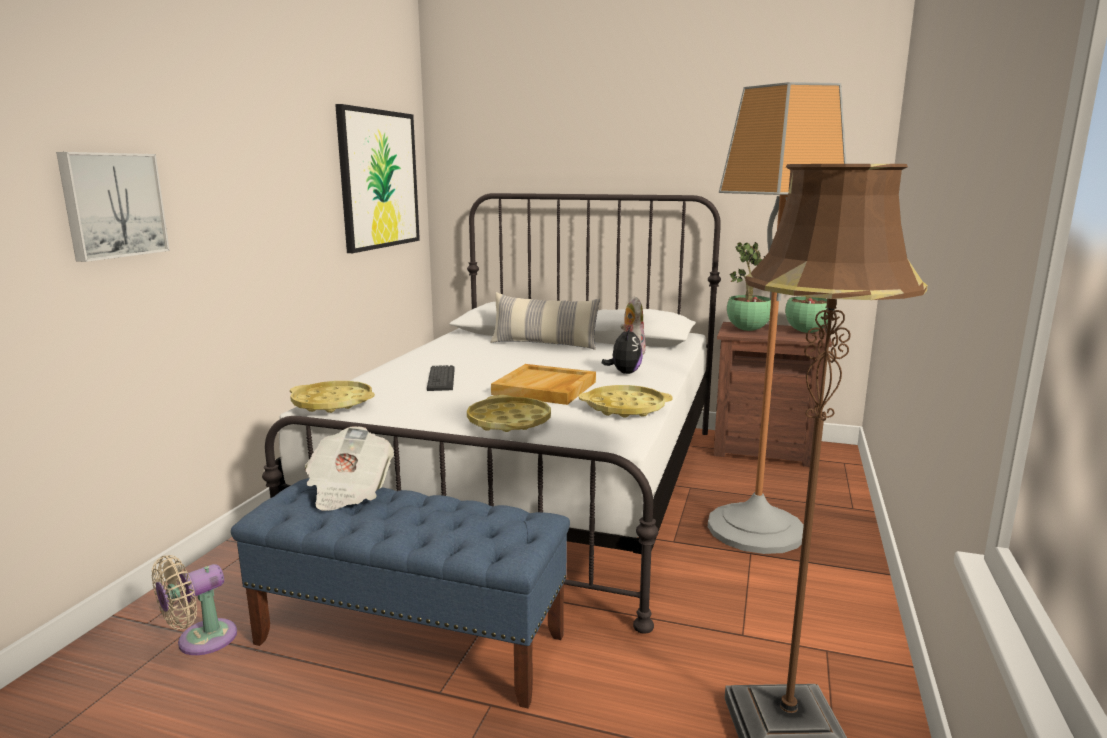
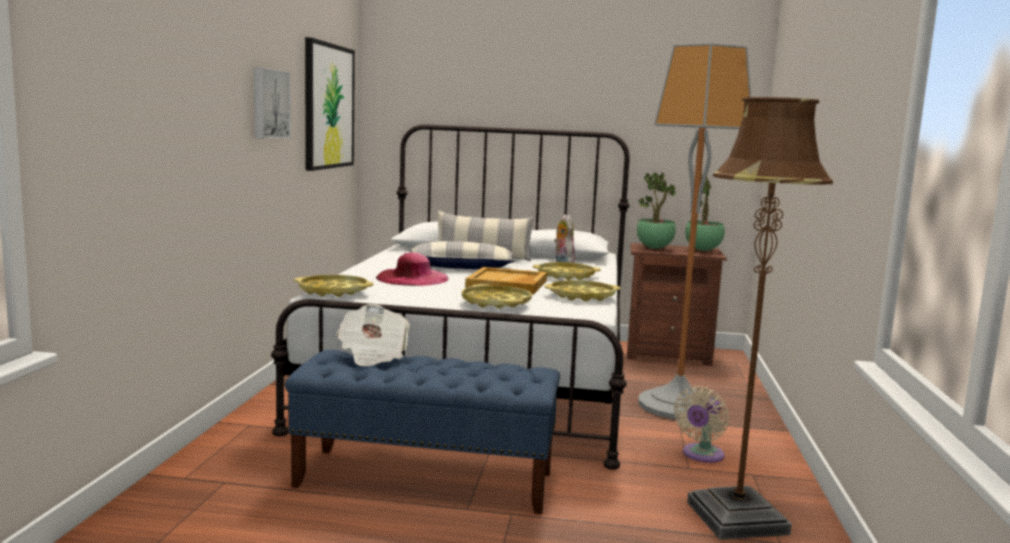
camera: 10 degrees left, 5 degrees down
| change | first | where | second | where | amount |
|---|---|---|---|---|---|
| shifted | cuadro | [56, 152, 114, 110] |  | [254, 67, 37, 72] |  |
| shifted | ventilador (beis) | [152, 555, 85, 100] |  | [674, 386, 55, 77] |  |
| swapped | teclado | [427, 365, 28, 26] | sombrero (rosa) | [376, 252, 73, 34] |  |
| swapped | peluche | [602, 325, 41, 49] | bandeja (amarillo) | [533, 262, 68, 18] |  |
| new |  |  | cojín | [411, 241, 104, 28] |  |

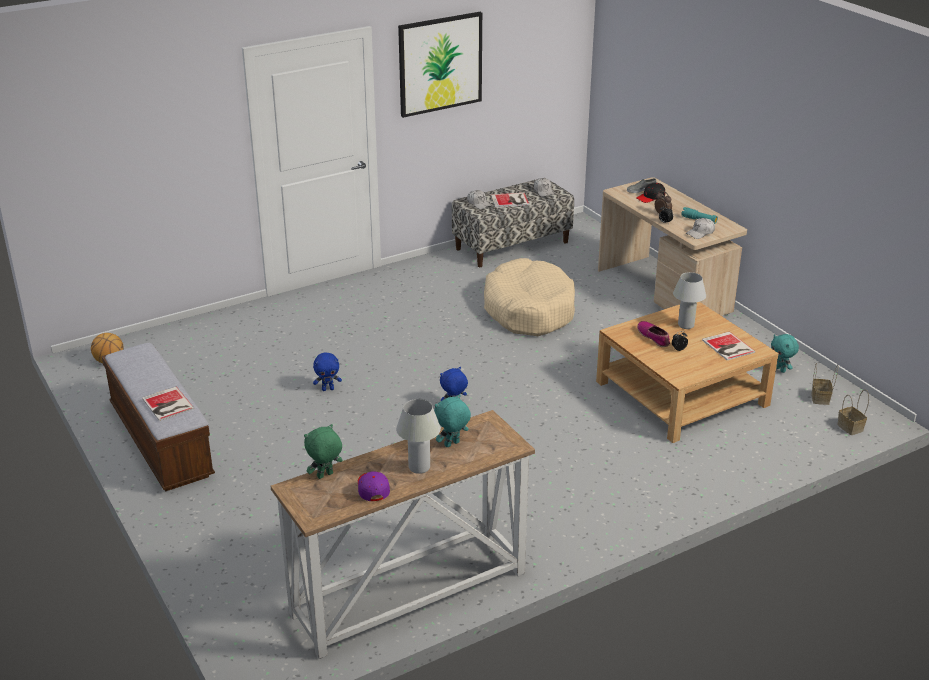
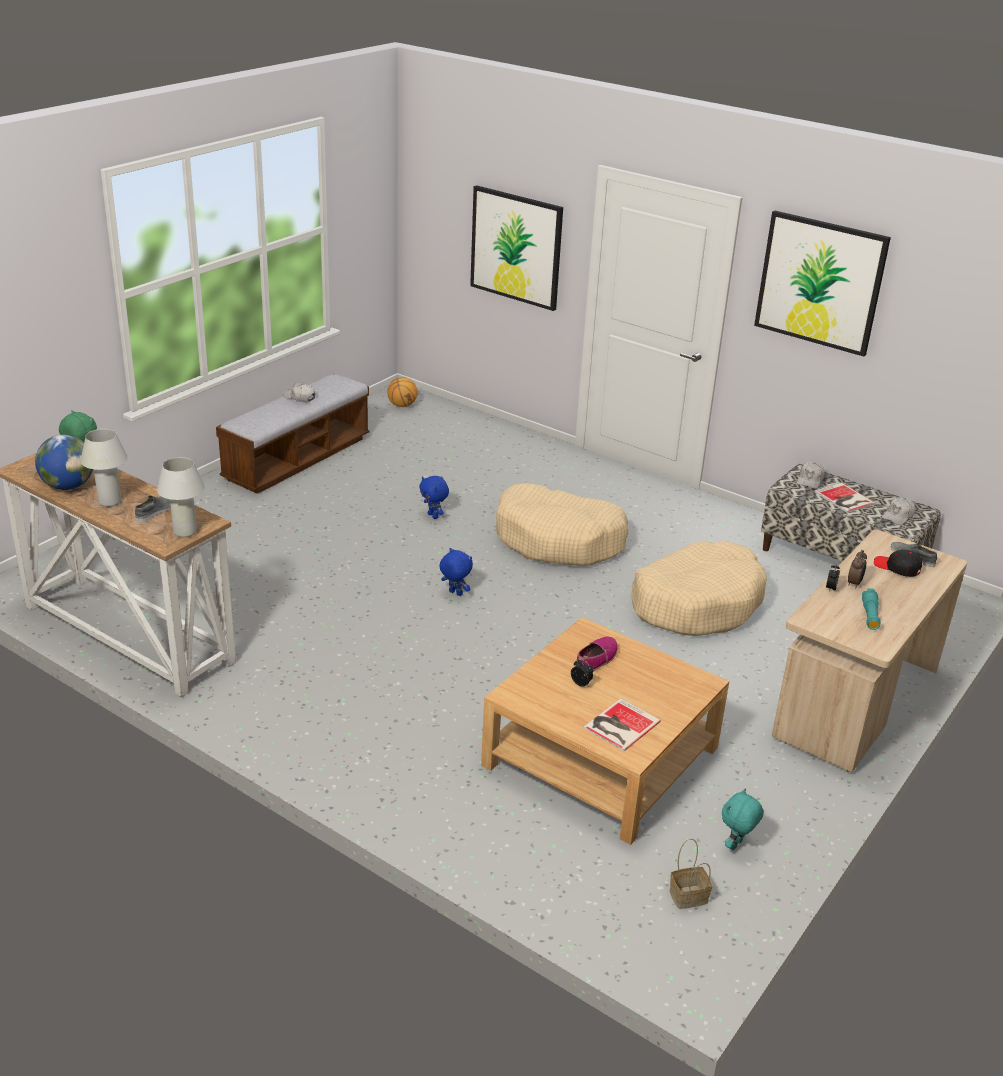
camera: 65 degrees right, 0 degrees up
| change | first | where | second | where | amount |
|---|---|---|---|---|---|
| gone | libro | [142, 386, 52, 35] |  |  |  |
| swapped | gorra (morado) | [358, 471, 32, 30] | globo terráqueo | [35, 434, 58, 56] |  |
| swapped | peluche (turquesa) | [434, 394, 37, 53] | zapato (gris) | [135, 495, 36, 27] |  |
| shifted | lámpara de mesa (blanco) | [673, 272, 33, 57] |  | [157, 457, 48, 80] |  |
| shifted | gorra (blanco) | [686, 218, 29, 21] |  | [284, 382, 31, 20] |  |
| gone | cesta | [837, 390, 32, 45] |  |  |  |
| new |  |  | cuadro | [470, 185, 93, 126] |  |
| new |  |  | cama para perro (beis) | [496, 483, 133, 83] |  |

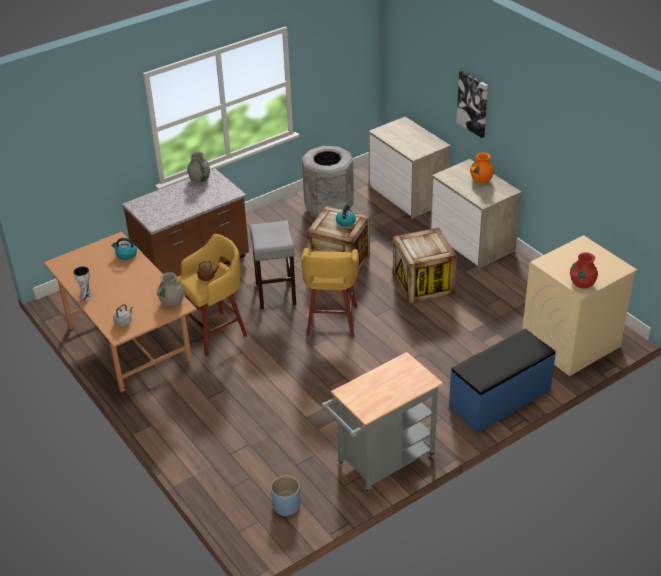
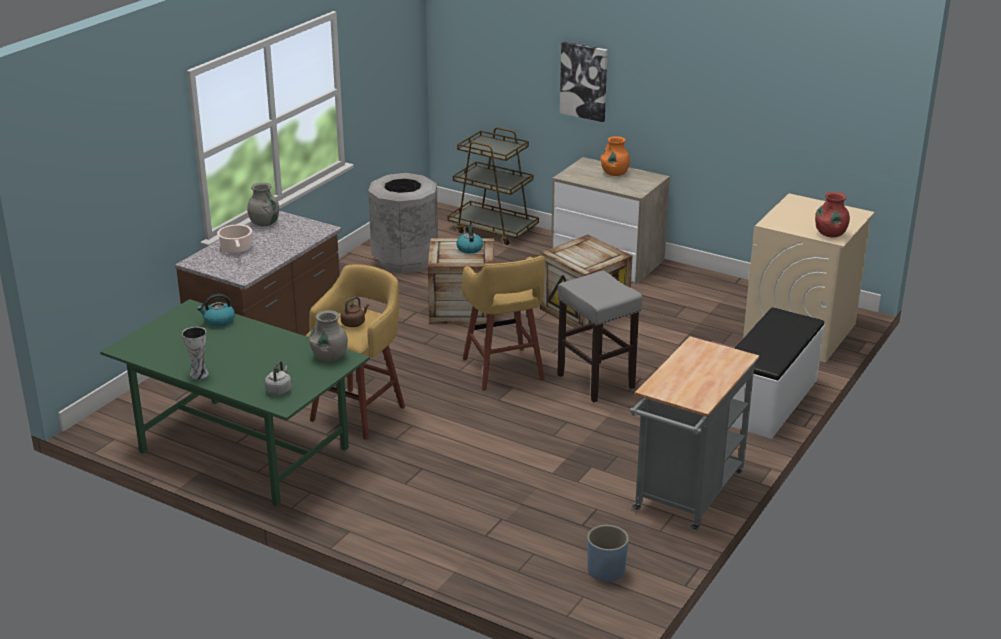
camera: 25 degrees left, 10 degrees down
| change | first | where | second | where | amount |
|---|---|---|---|---|---|
| repainted | mesa de comedor (marrón) | [44, 232, 153, 160] | mesa de comedor (verde) | [100, 299, 270, 207] |  |
| shifted | taburete (gris) | [249, 220, 47, 89] |  | [557, 270, 85, 132] |  |
| swapped | cómoda | [368, 117, 83, 102] | carrito (marrón) | [447, 127, 92, 118] |  |
| repainted | banco (azul) | [449, 329, 107, 104] | banco (blanco) | [731, 307, 94, 132] |  |
| new |  |  | olla | [217, 224, 35, 30] |  |

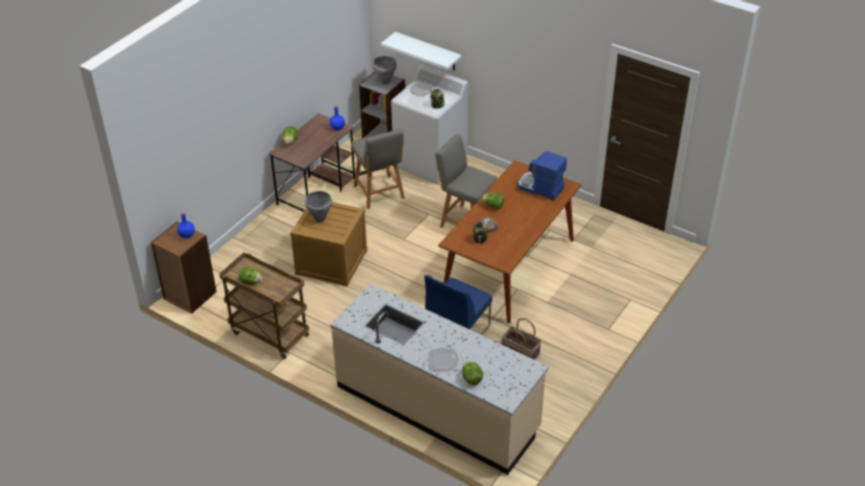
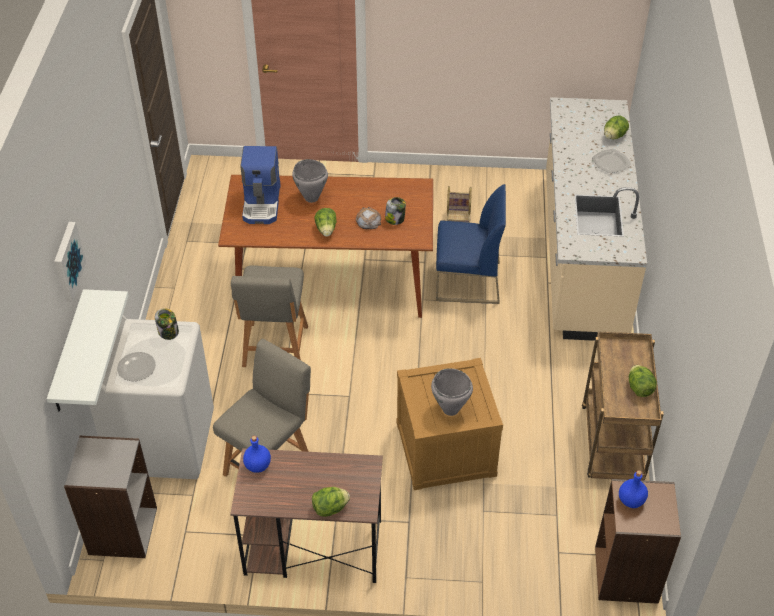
camera: 120 degrees left, 5 degrees up
| change | first | where | second | where | amount |
|---|---|---|---|---|---|
| shifted | olla (gris) | [373, 56, 24, 29] |  | [292, 159, 36, 44] |  |
| new |  |  | cuadro | [54, 222, 32, 80] |  |

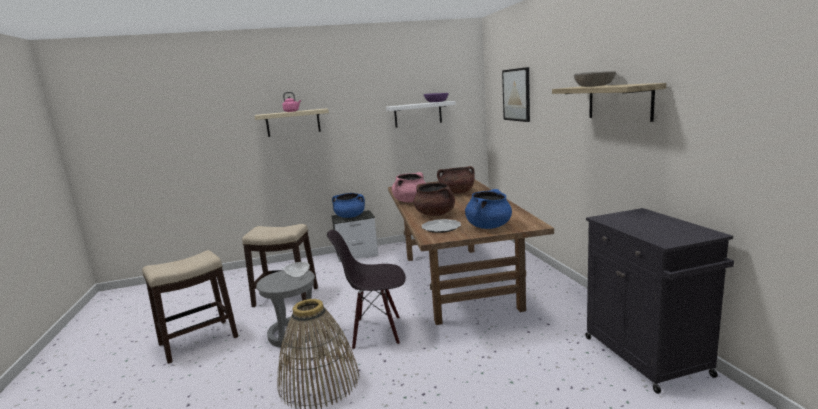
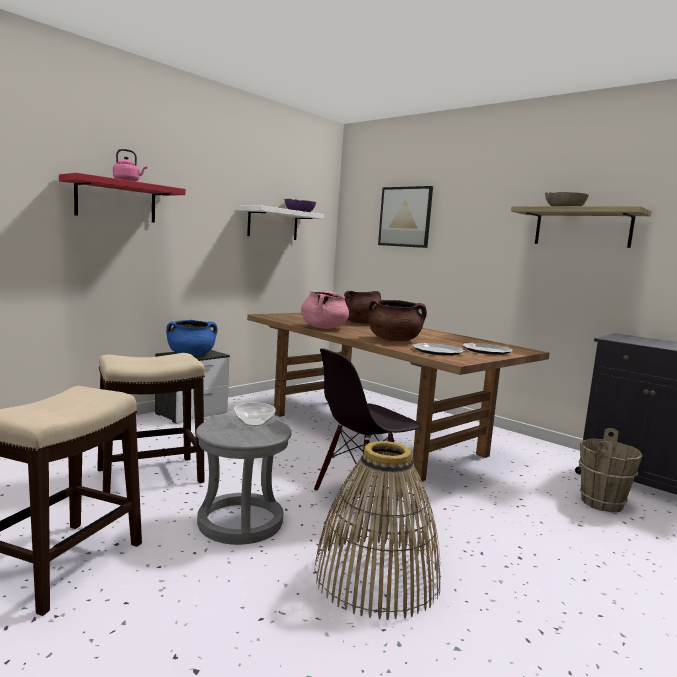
camera: 35 degrees left, 5 degrees down
| change | first | where | second | where | amount |
|---|---|---|---|---|---|
| repainted | estante (beis) | [255, 109, 74, 28] | estante (rojo) | [59, 173, 127, 50] |  |
| swapped | olla (azul) | [465, 189, 47, 40] | plato | [462, 343, 51, 12] |  |
| new |  |  | cubo (marrón) | [578, 428, 65, 85] |  |

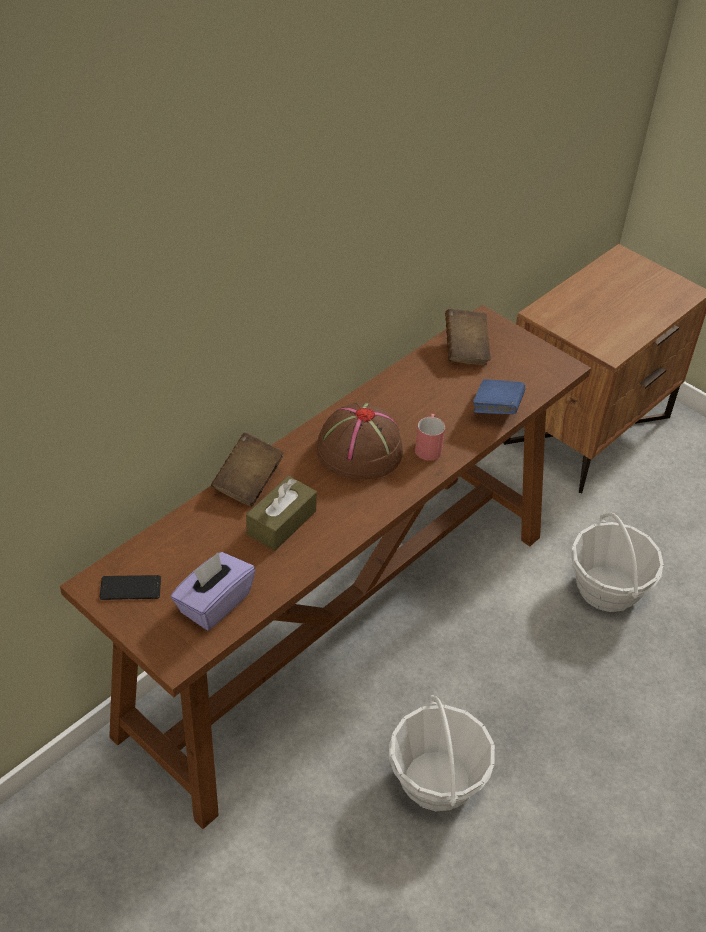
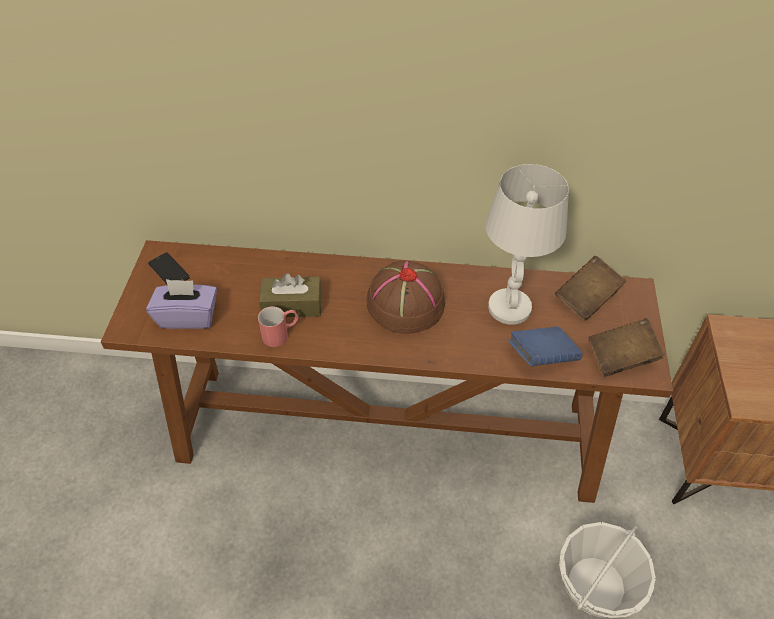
camera: 55 degrees right, 5 degrees up
| change | first | where | second | where | amount |
|---|---|---|---|---|---|
| shifted | libro (marrón) | [211, 433, 73, 74] |  | [588, 318, 77, 58] |  |
| gone | cesta | [389, 695, 106, 116] |  |  |  |
| shifted | taza grande (rojo) | [415, 414, 30, 47] |  | [258, 306, 41, 41] |  |
| new |  |  | lámpara de mesa (blanco) | [485, 164, 84, 161] |  |

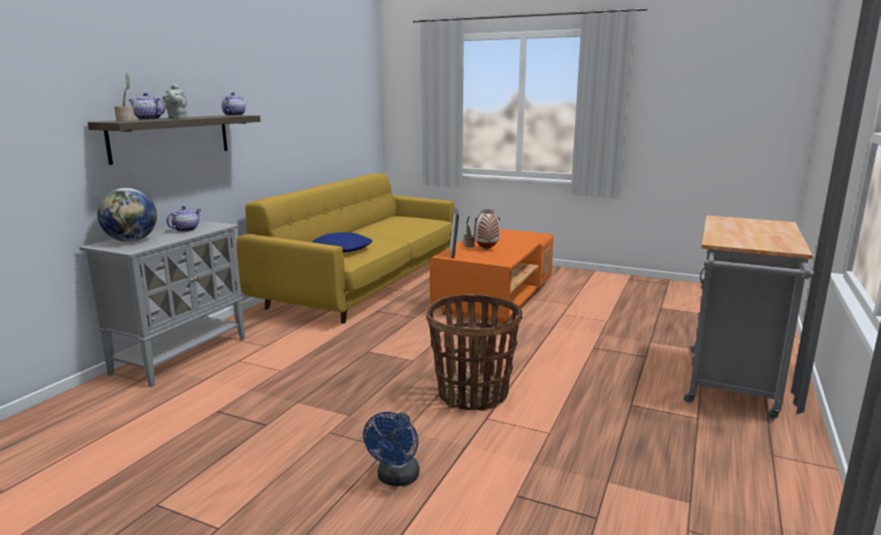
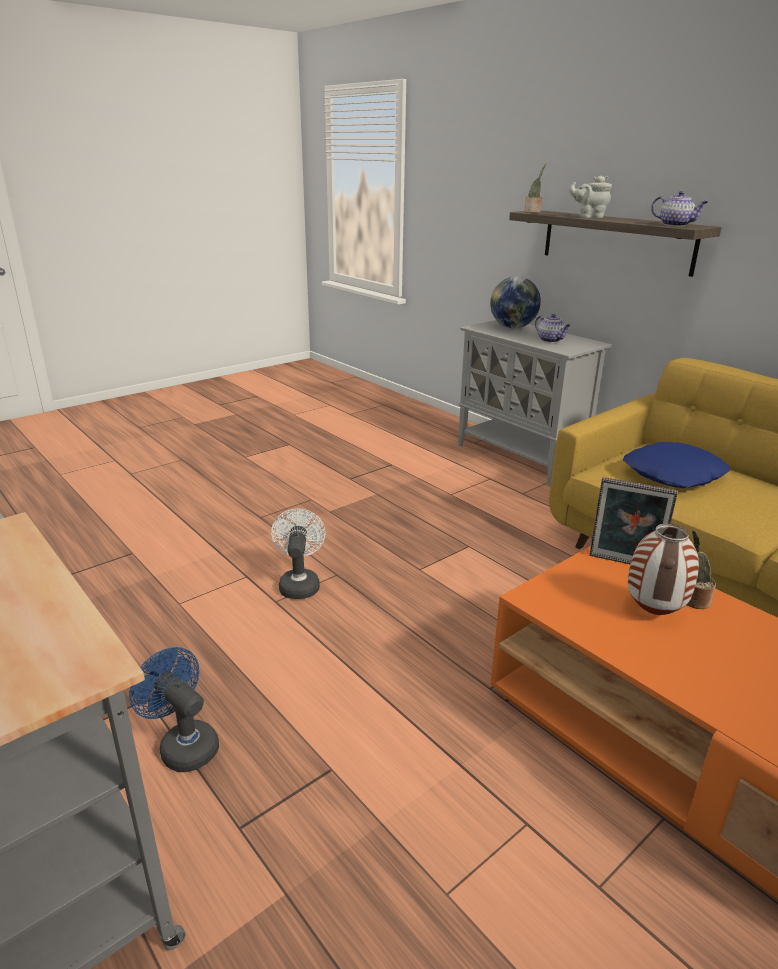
camera: 115 degrees right, 10 degrees up
| change | first | where | second | where | amount |
|---|---|---|---|---|---|
| gone | tetera | [129, 93, 37, 27] |  |  |  |
| shifted | ventilador (azul) | [363, 412, 56, 74] |  | [129, 647, 90, 125] |  |
| swapped | cesta | [426, 294, 97, 117] | ventilador (blanco) | [271, 509, 55, 90] |  |

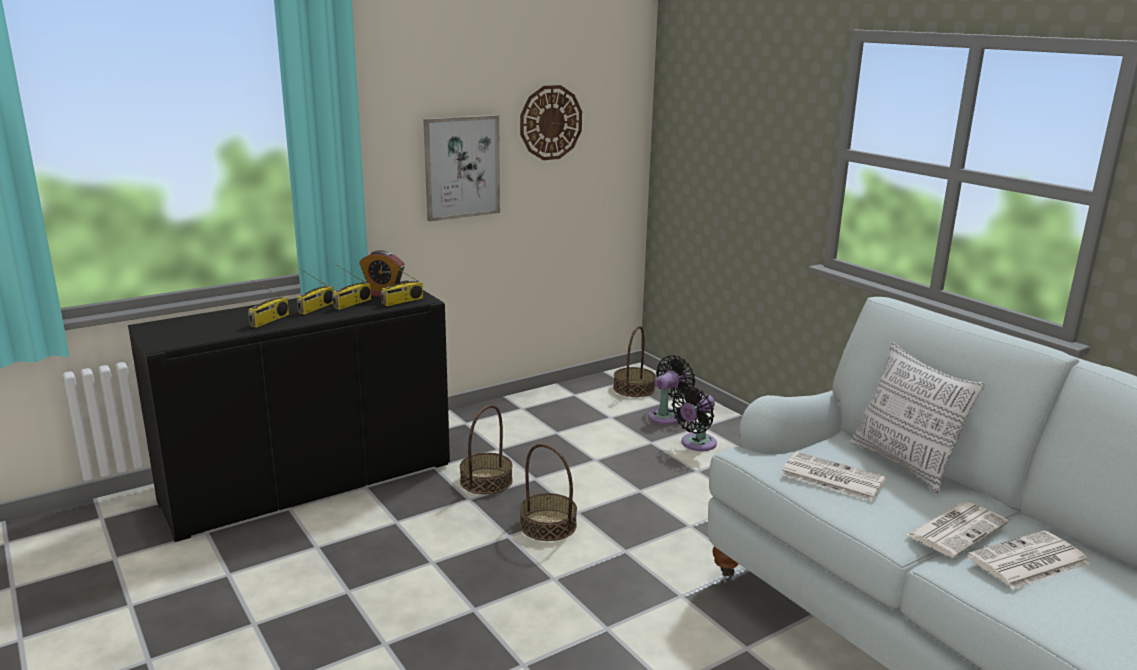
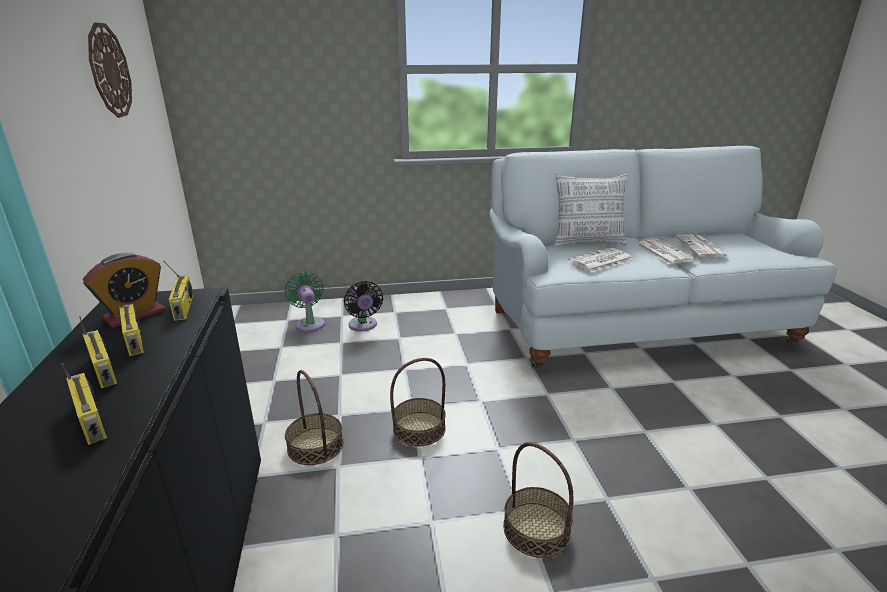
camera: 65 degrees left, 5 degrees up
| change | first | where | second | where | amount |
|---|---|---|---|---|---|
| gone | cuadro | [423, 115, 77, 106] |  |  |  |
| shifted | cesta | [613, 326, 43, 71] |  | [503, 442, 71, 116] |  |
| repainted | ventilador (negro) | [648, 355, 47, 69] | ventilador (verde) | [285, 272, 40, 60] |  |

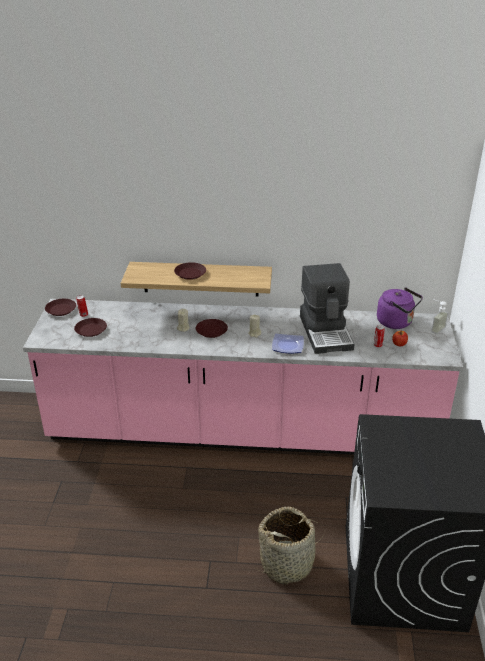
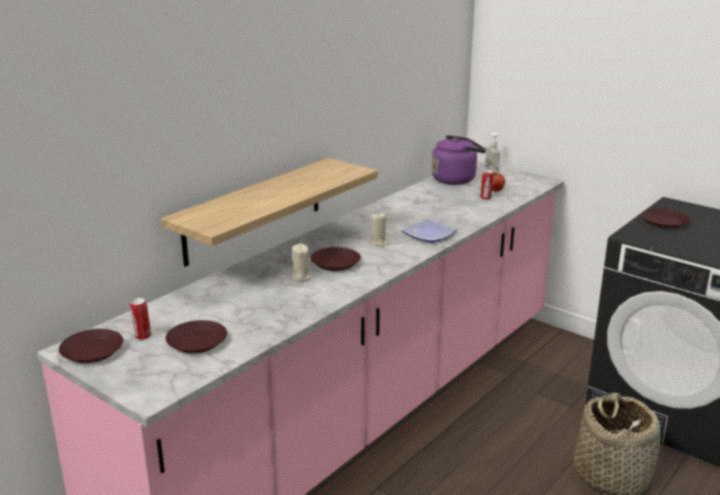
camera: 55 degrees left, 10 degrees down
| change | first | where | second | where | amount |
|---|---|---|---|---|---|
| shifted | plato (marrón) | [174, 262, 32, 18] |  | [641, 208, 49, 21] |  |
| gone | cafetera | [300, 263, 54, 91] |  |  |  |

